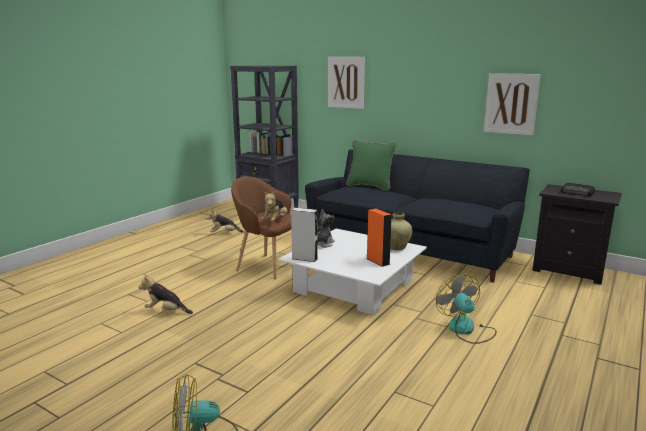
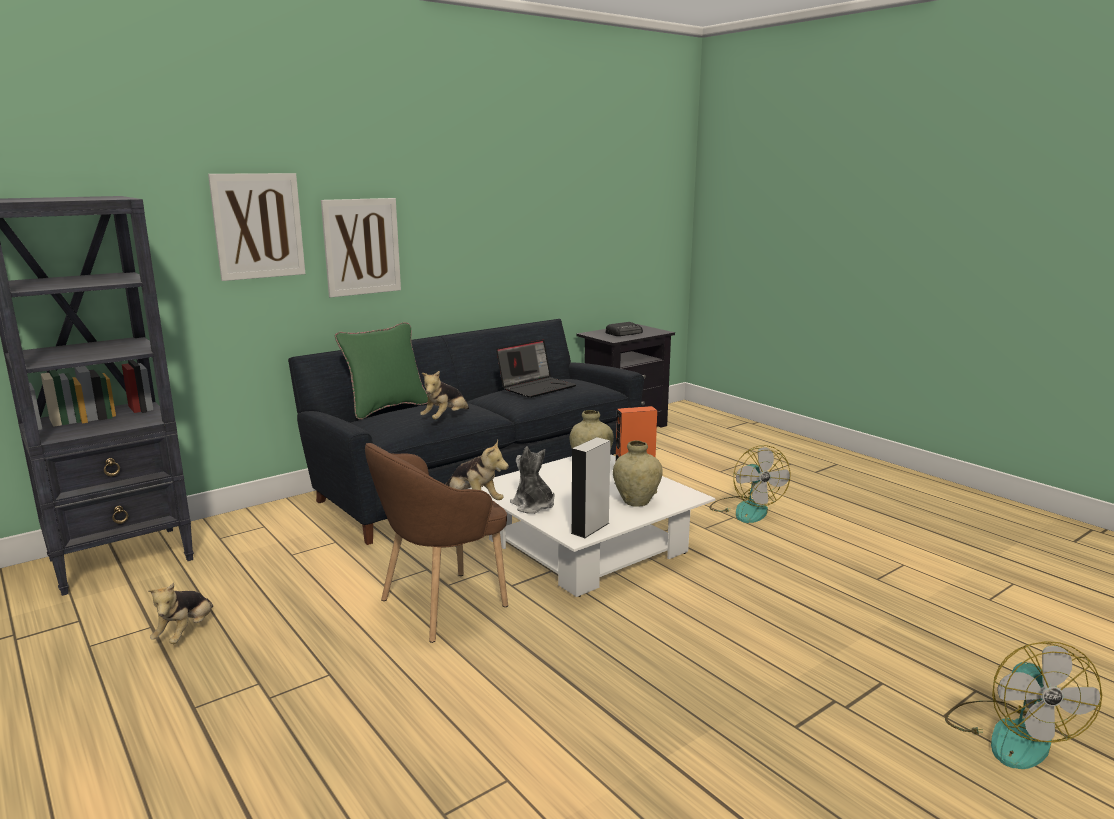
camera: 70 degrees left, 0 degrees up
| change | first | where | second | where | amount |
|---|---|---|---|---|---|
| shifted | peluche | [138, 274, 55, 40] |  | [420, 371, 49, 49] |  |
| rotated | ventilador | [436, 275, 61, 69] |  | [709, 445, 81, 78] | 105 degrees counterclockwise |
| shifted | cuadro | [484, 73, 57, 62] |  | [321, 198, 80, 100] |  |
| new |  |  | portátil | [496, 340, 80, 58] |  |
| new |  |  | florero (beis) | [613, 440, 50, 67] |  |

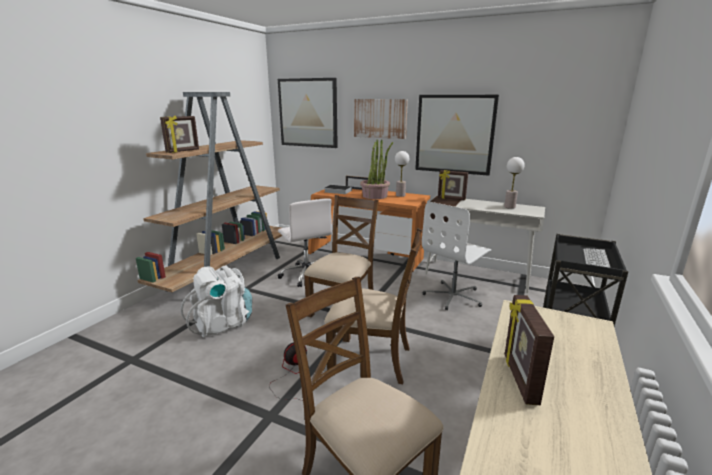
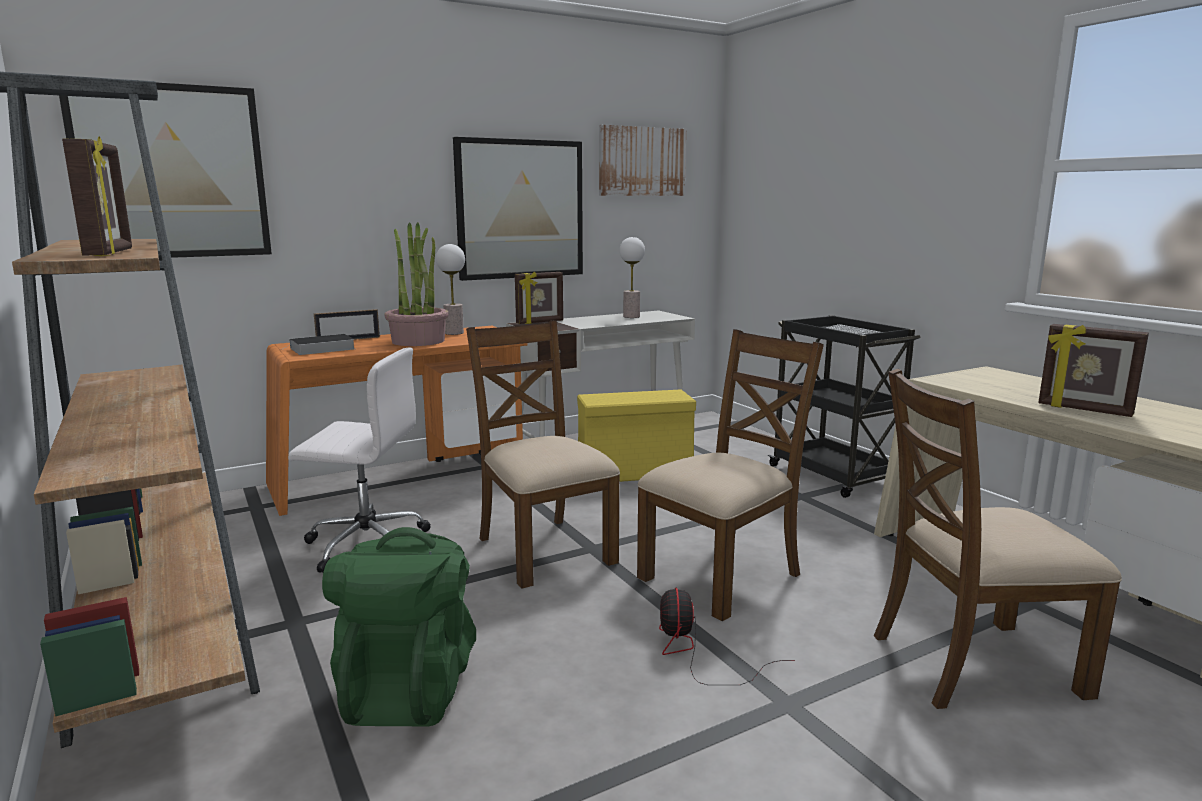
camera: 55 degrees left, 5 degrees down
| change | first | where | second | where | amount |
|---|---|---|---|---|---|
| repainted | mochila (blanco) | [180, 266, 72, 71] | mochila (verde) | [322, 527, 154, 199] |  |
| shifted | cuadro | [354, 99, 54, 40] |  | [599, 125, 87, 71] |  |
| swapped | silla de oficina (blanco) | [422, 202, 69, 108] | caja de almacenaje (amarillo) | [577, 389, 119, 93] |  |

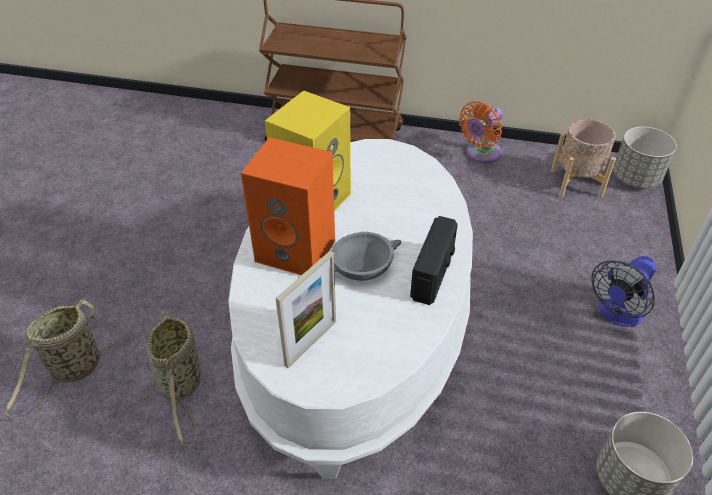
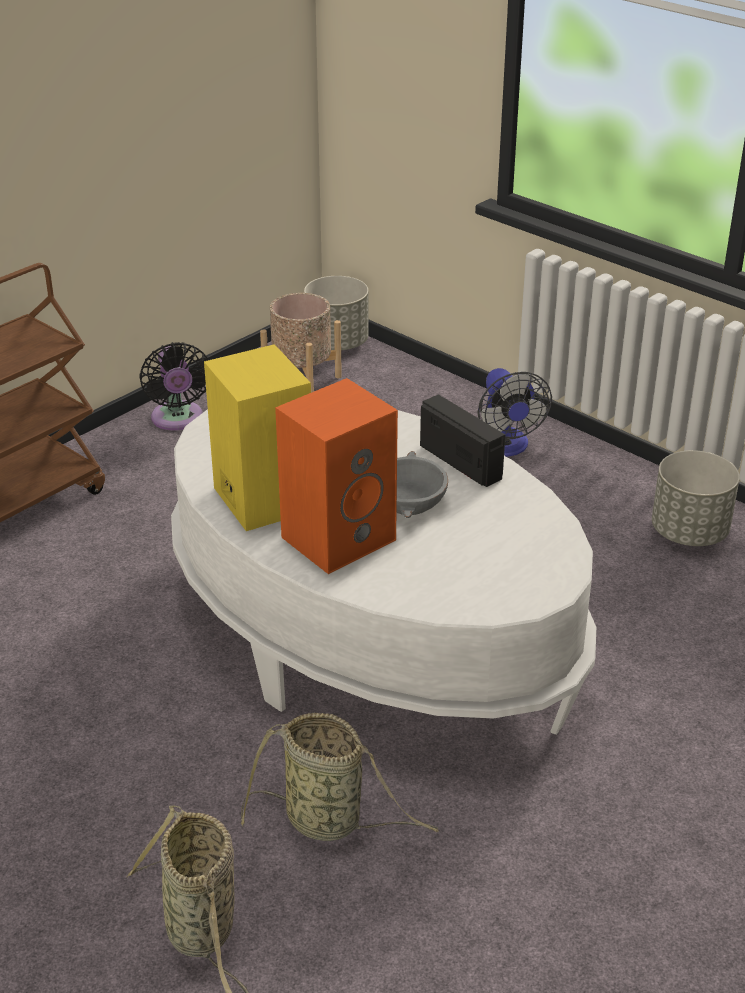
camera: 60 degrees left, 10 degrees down
| change | first | where | second | where | amount |
|---|---|---|---|---|---|
| gone | portarretratos | [276, 251, 60, 117] |  |  |  |
| repainted | ventilador (naranja) | [459, 101, 44, 62] | ventilador (negro) | [139, 342, 69, 89] |  |

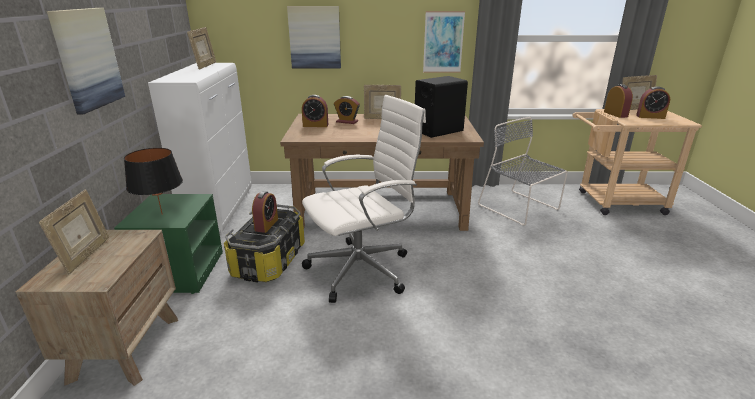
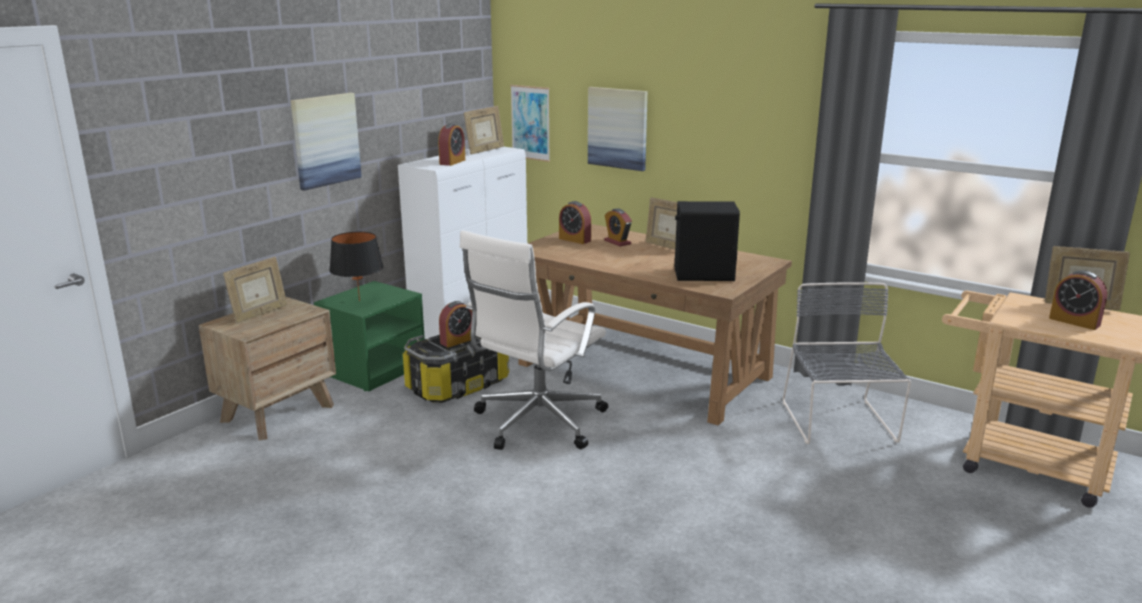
camera: 35 degrees right, 5 degrees down
| change | first | where | second | where | amount |
|---|---|---|---|---|---|
| rotated | silla de oficina (blanco) | [302, 95, 124, 208] |  | [460, 230, 148, 220] | 120 degrees clockwise |
| shifted | cuadro | [423, 11, 42, 62] |  | [510, 85, 40, 77] |  |
| shifted | despertador | [604, 84, 29, 34] |  | [438, 123, 27, 43] |  |

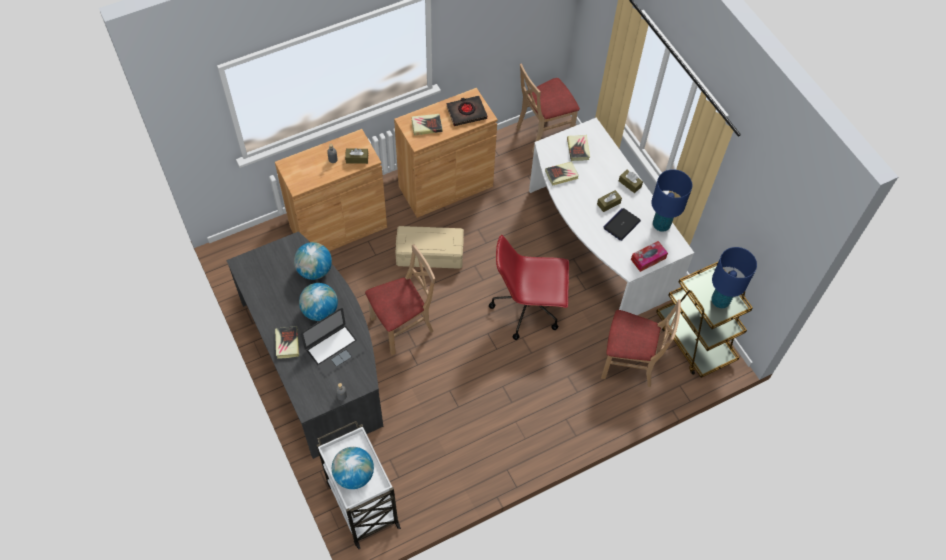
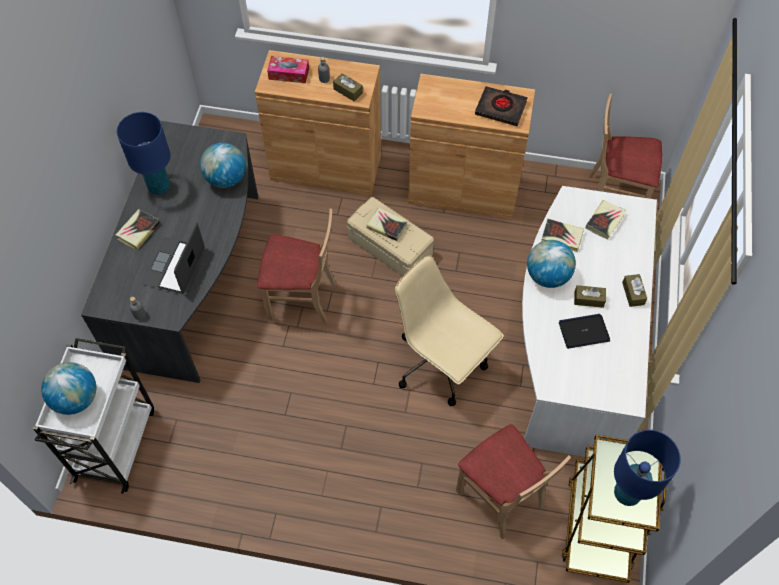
camera: 40 degrees right, 0 degrees up
| change | first | where | second | where | amount |
|---|---|---|---|---|---|
| shifted | globo terráqueo | [299, 283, 39, 38] |  | [527, 240, 49, 48] |  |
| rotated | portátil | [301, 308, 64, 68] |  | [142, 222, 62, 72] | 105 degrees clockwise |
| shifted | libro | [412, 114, 31, 22] |  | [367, 208, 41, 33] |  |
| repainted | silla de oficina (rojo) | [489, 235, 80, 105] | silla de oficina (beis) | [395, 255, 109, 151] |  |
| shifted | caja de pañuelos | [631, 241, 37, 31] |  | [267, 56, 42, 27] |  |
| shifted | lámpara de mesa (azul) | [651, 169, 41, 63] |  | [117, 112, 54, 83] |  |

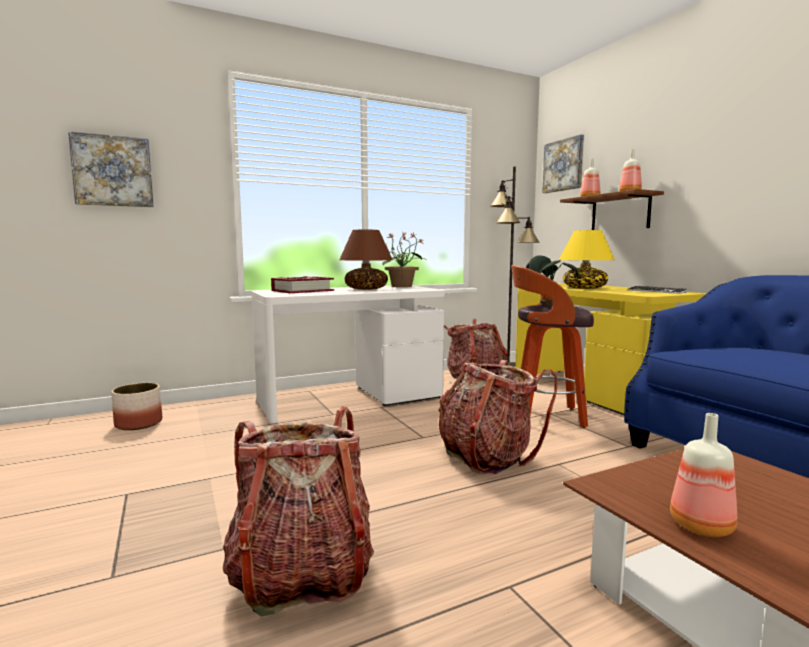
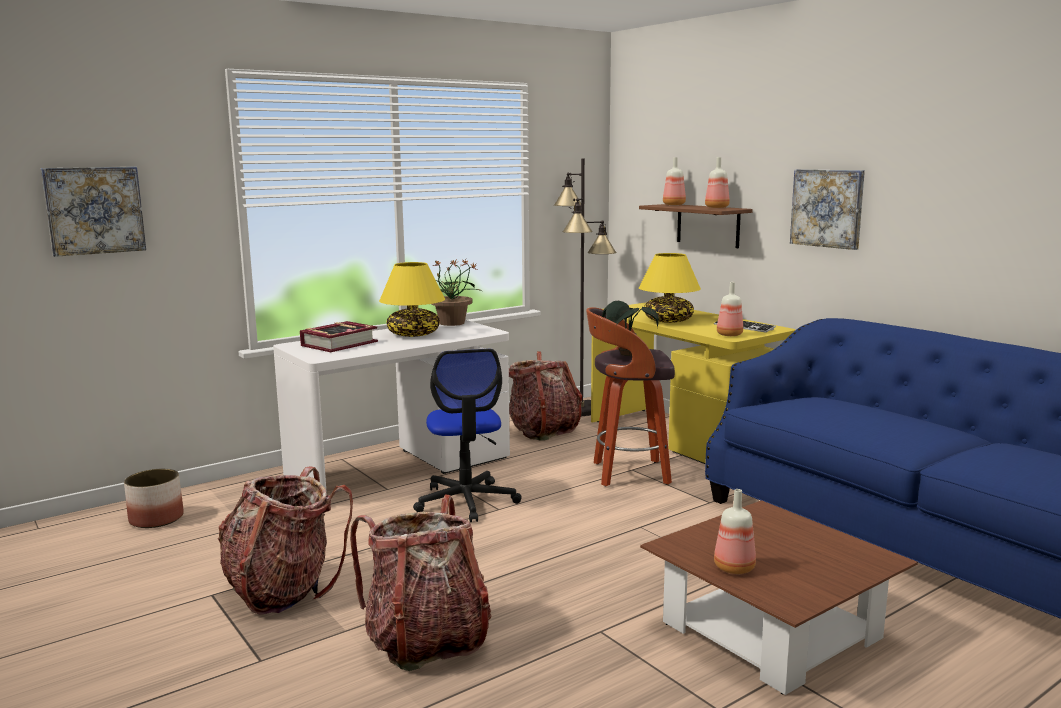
camera: 10 degrees left, 5 degrees up
| change | first | where | second | where | amount |
|---|---|---|---|---|---|
| repainted | lámpara de mesa (marrón) | [339, 230, 54, 60] | lámpara de mesa (amarillo) | [379, 262, 66, 75] |  |
| shifted | mochila | [438, 360, 120, 114] |  | [218, 466, 135, 149] |  |
| shifted | cuadro | [542, 134, 42, 59] |  | [790, 169, 75, 81] |  |
| new |  |  | silla de oficina | [413, 349, 109, 173] |  |
| new |  |  | botella | [717, 282, 26, 54] |  |

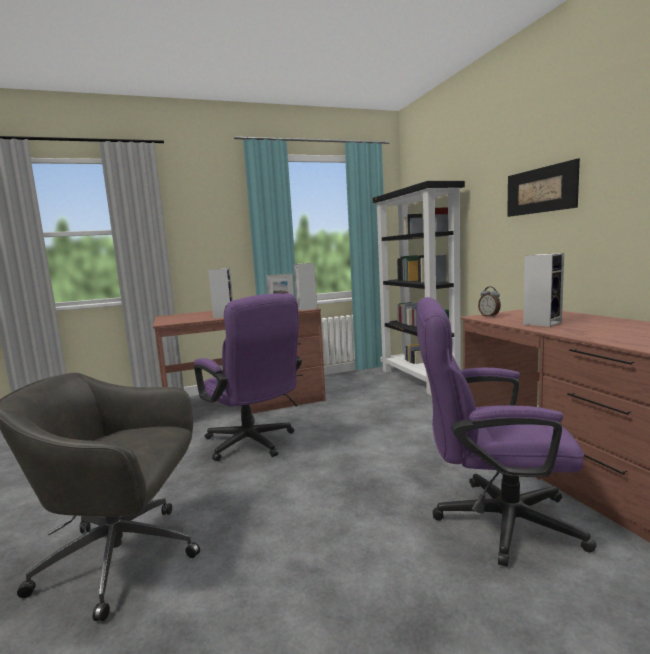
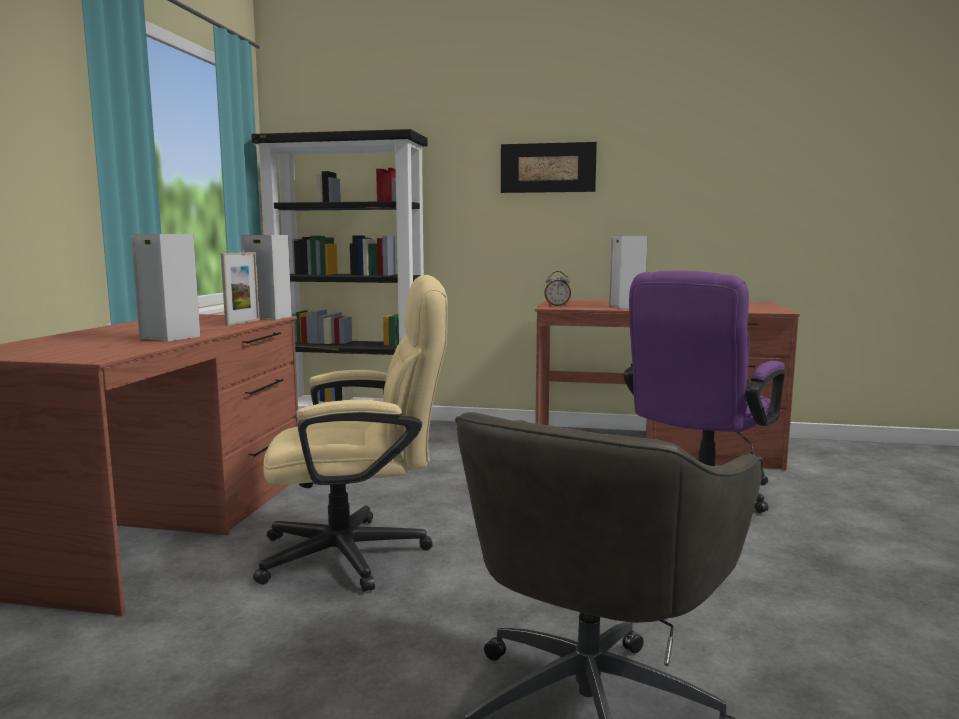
camera: 60 degrees left, 0 degrees up
| change | first | where | second | where | amount |
|---|---|---|---|---|---|
| repainted | silla de oficina (morado) | [194, 293, 108, 168] | silla de oficina (beis) | [253, 275, 195, 317] |  |

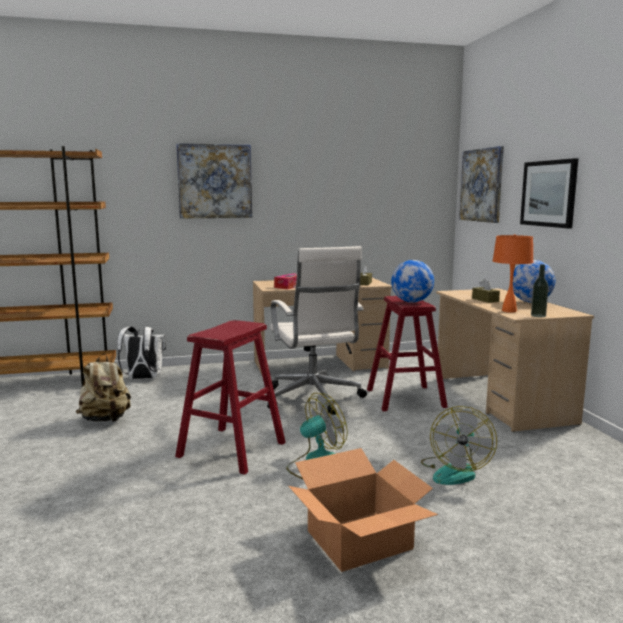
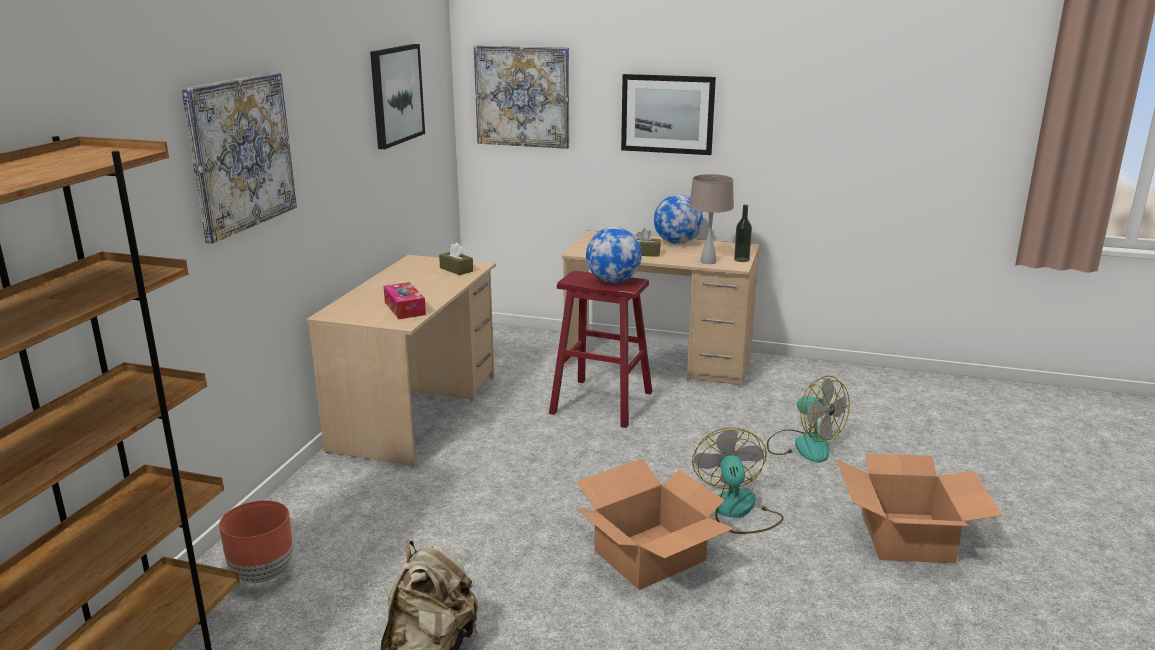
camera: 60 degrees left, 10 degrees up
| change | first | where | second | where | amount |
|---|---|---|---|---|---|
| swapped | mochila (blanco) | [117, 327, 49, 52] | maceta (marrón) | [219, 500, 74, 83] |  |
| swapped | taburete (rojo) | [175, 320, 111, 155] | caja de cartón | [577, 458, 157, 132] |  |
| gone | silla de oficina (blanco) | [267, 246, 100, 169] |  |  |  |
| repainted | lámpara de mesa (naranja) | [493, 234, 41, 79] | lámpara de mesa (beis) | [689, 174, 45, 90] |  |
| new |  |  | cuadro | [370, 44, 55, 105] |  |

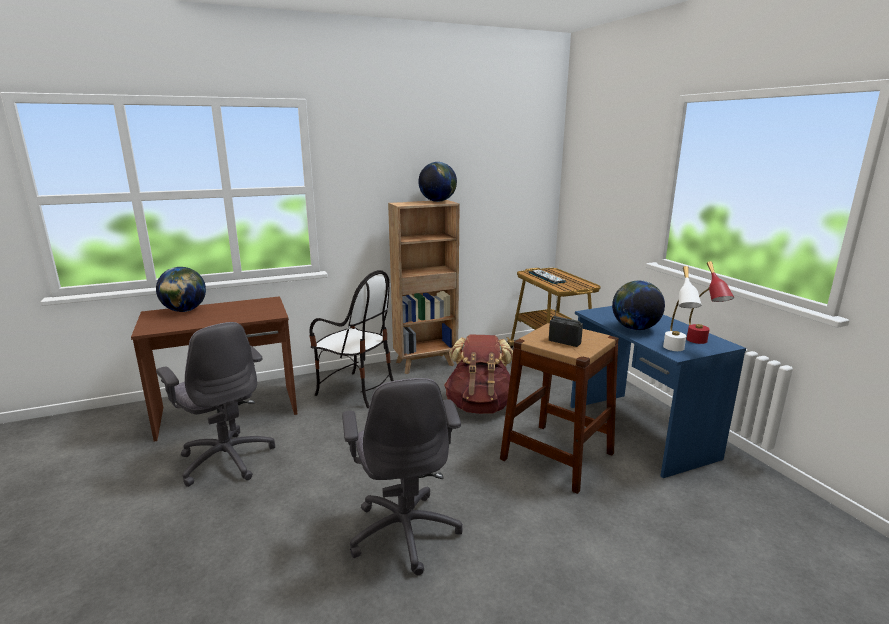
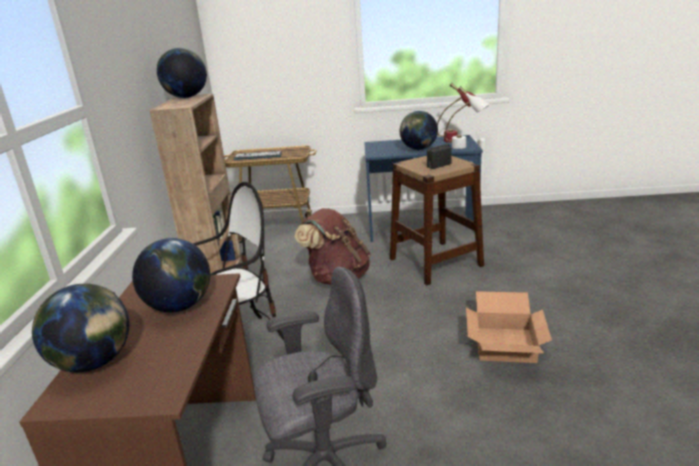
camera: 65 degrees left, 5 degrees up
| change | first | where | second | where | amount |
|---|---|---|---|---|---|
| swapped | silla de oficina (gris) | [342, 378, 121, 197] | caja de cartón | [466, 291, 86, 72] |  |
| new |  |  | globo terráqueo | [132, 238, 78, 74] |  |

